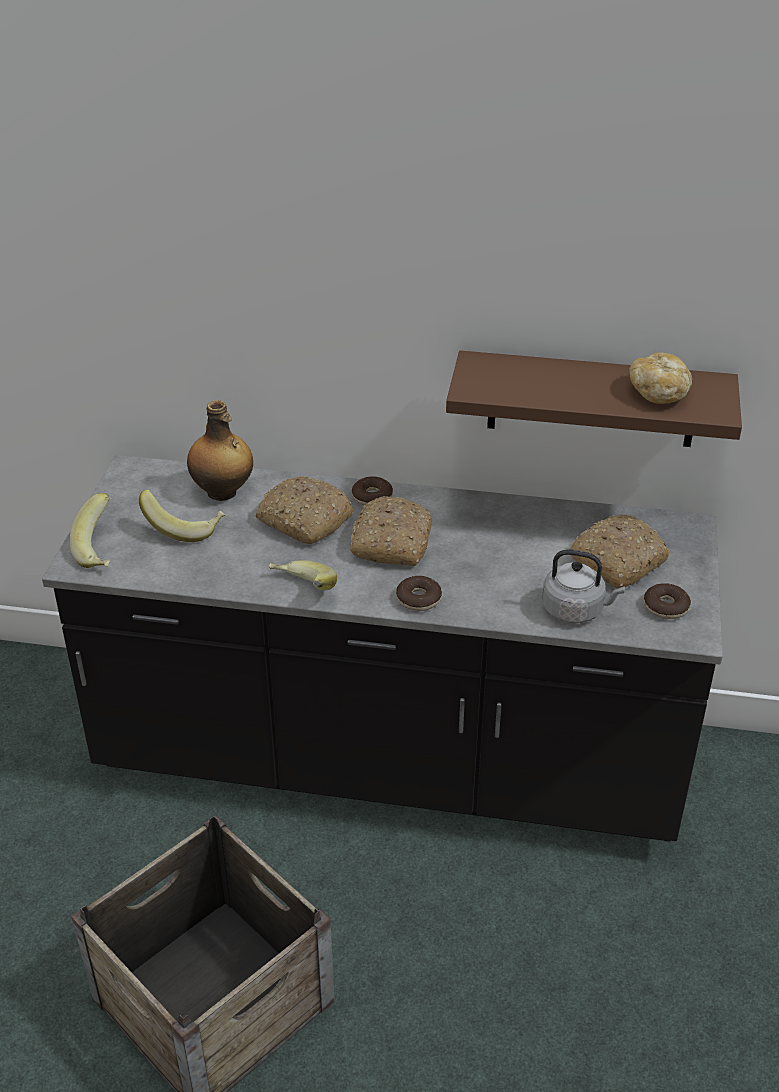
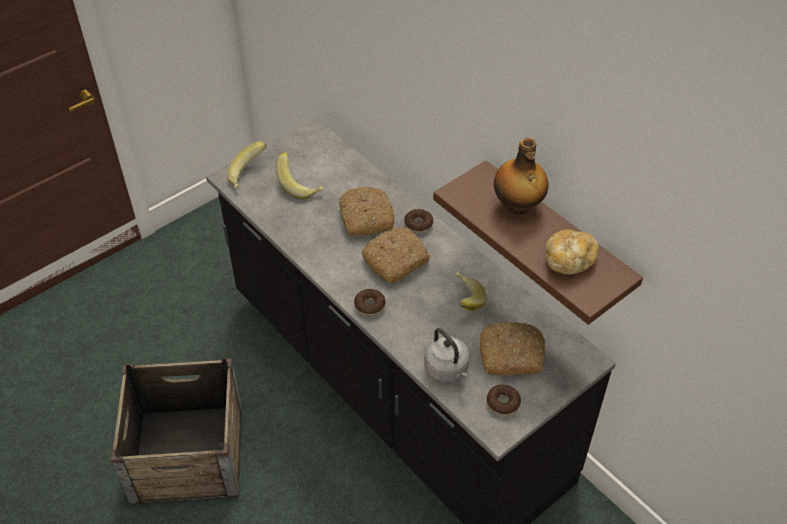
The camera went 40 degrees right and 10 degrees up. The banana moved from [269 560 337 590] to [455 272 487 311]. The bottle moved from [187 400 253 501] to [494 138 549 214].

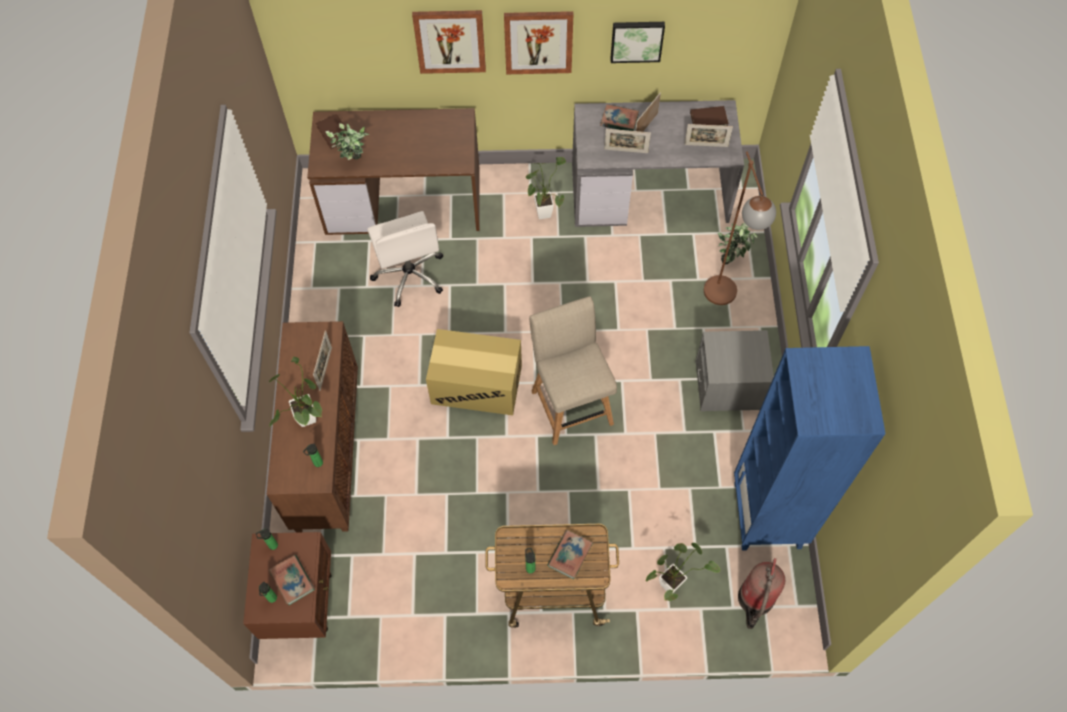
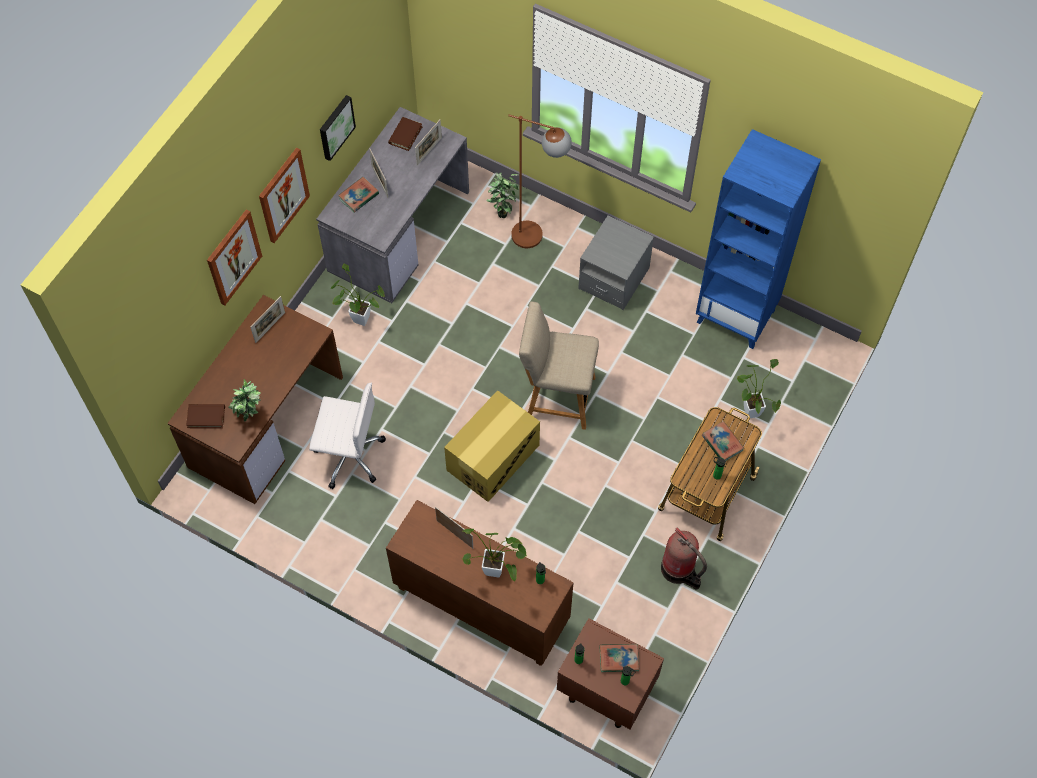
The camera went 60 degrees left and 0 degrees up. The picture frame moved from [604 129 651 153] to [251 296 285 343]. The fire extinguisher moved from [738 558 785 629] to [661 527 707 590].

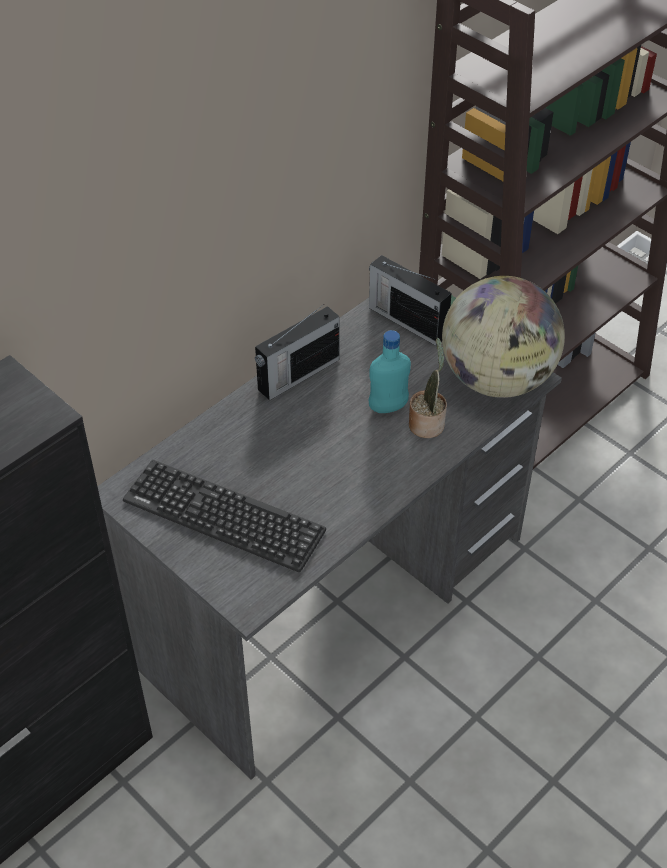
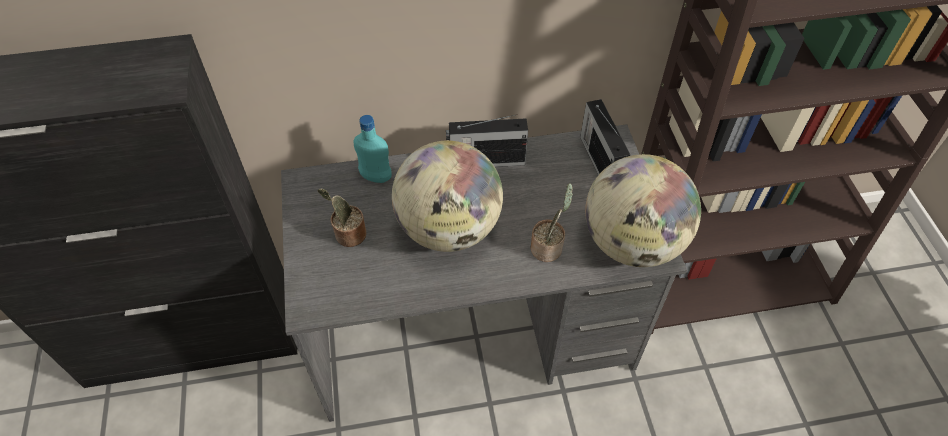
The camera went 35 degrees right and 5 degrees up. The keyboard at [123 460 326 572] was replaced by the potted plant at [317 188 366 247]. The turquoise bottle moved from [369 330 411 413] to [354 115 392 183]. The globe at [392 141 503 252] appeared.

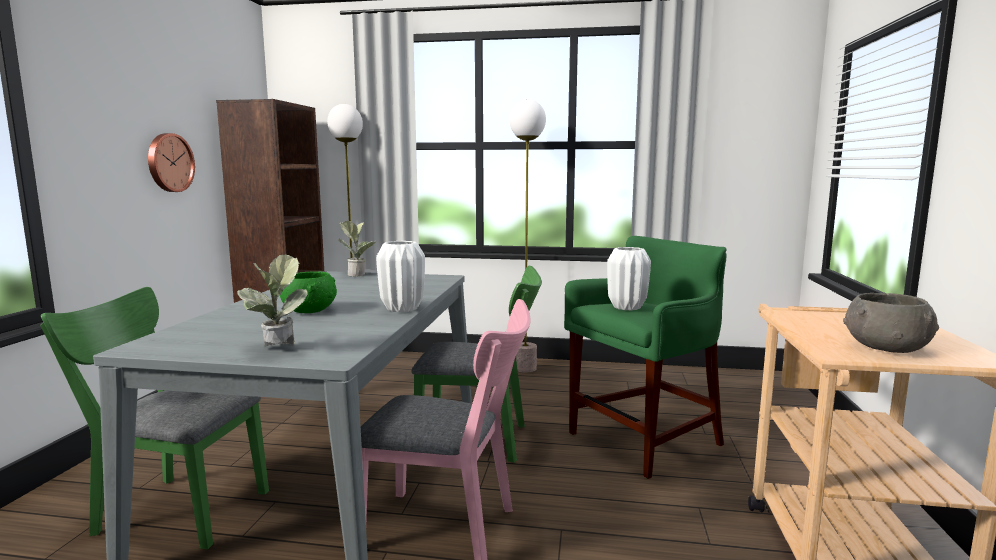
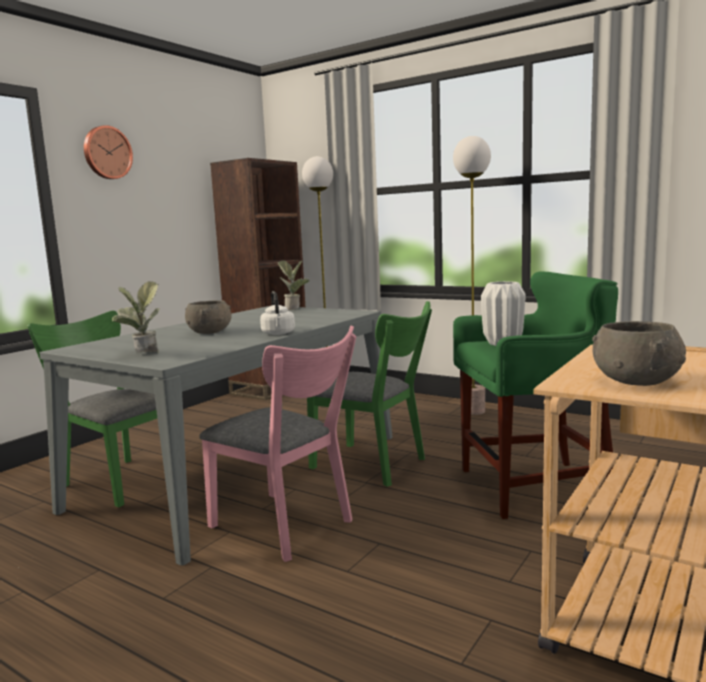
The camera went 25 degrees right and 0 degrees up. The wall clock moved from [148 133 195 192] to [84 125 133 179]. The green bowl at [280 272 337 313] became the grey bowl at [185 300 232 334]. The white vase at [376 241 425 312] was replaced by the white kettle at [260 291 295 335].

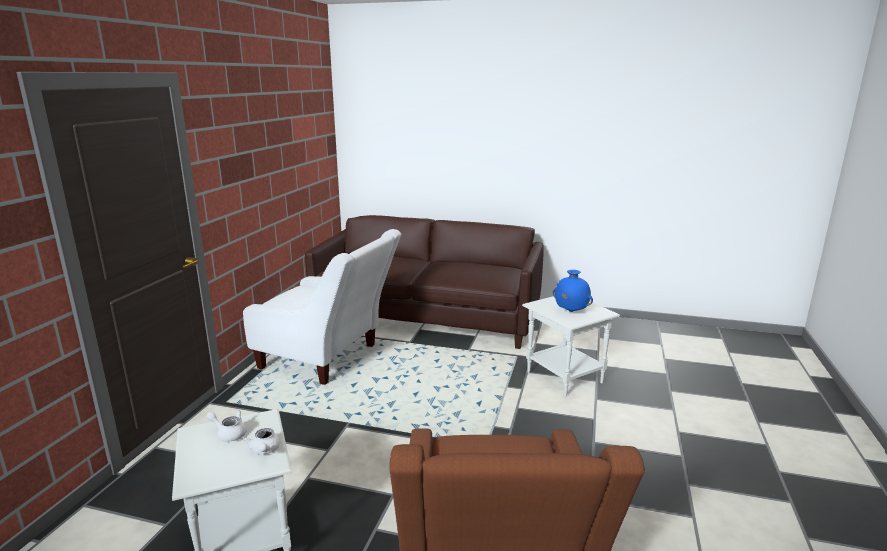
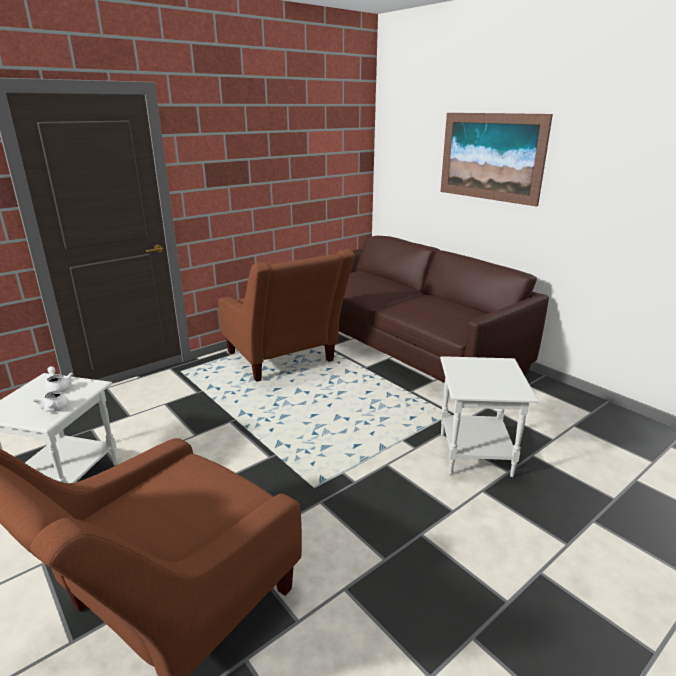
The camera went 35 degrees right and 5 degrees up. The white teapot at [243 428 280 454] turned 45 degrees counterclockwise. The white armchair at [243 229 401 385] became the brown armchair at [218 249 355 382]. The picture at [441 113 553 207] appeared. The blue vase at [553 270 593 312] disappeared.

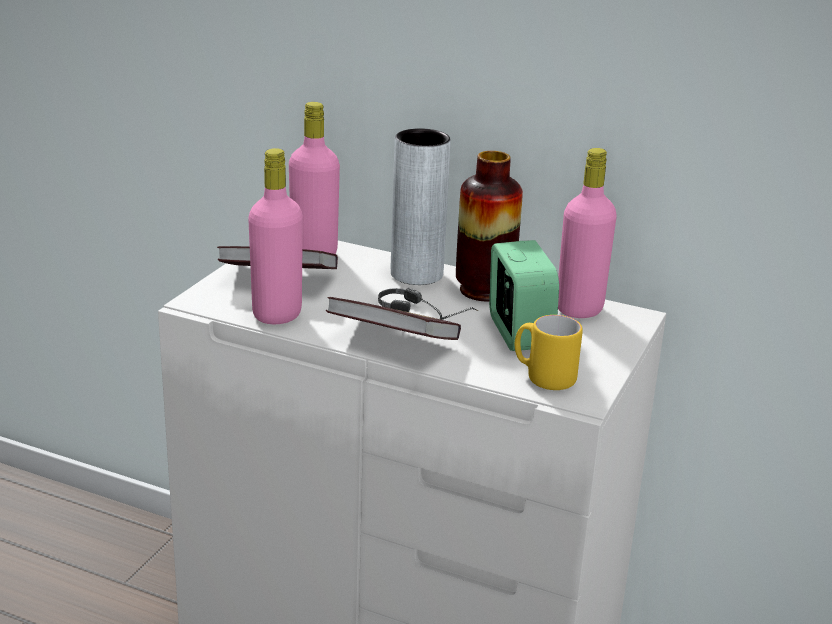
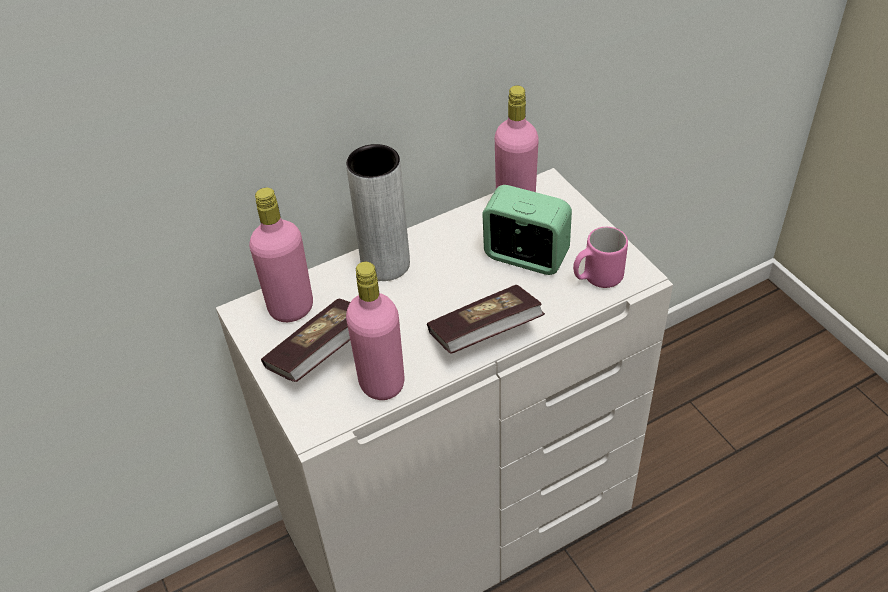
The camera went 50 degrees left and 20 degrees up. The yellow mug at [515 315 583 390] became the pink mug at [573 227 628 288]. The headphones at [378 288 478 320] disappeared. The vase at [456 151 523 302] disappeared.

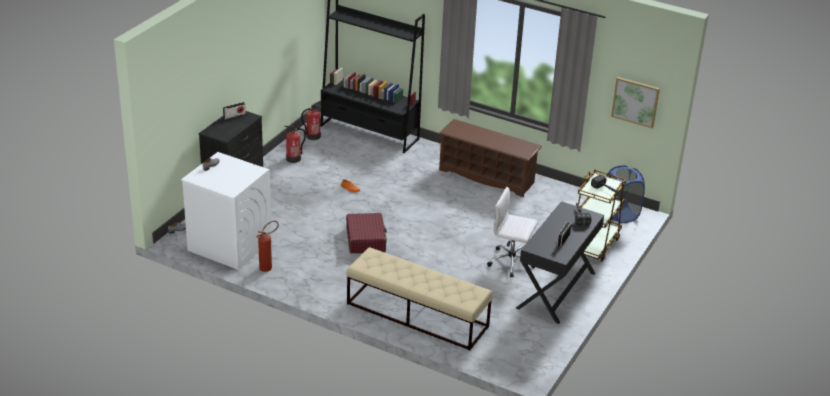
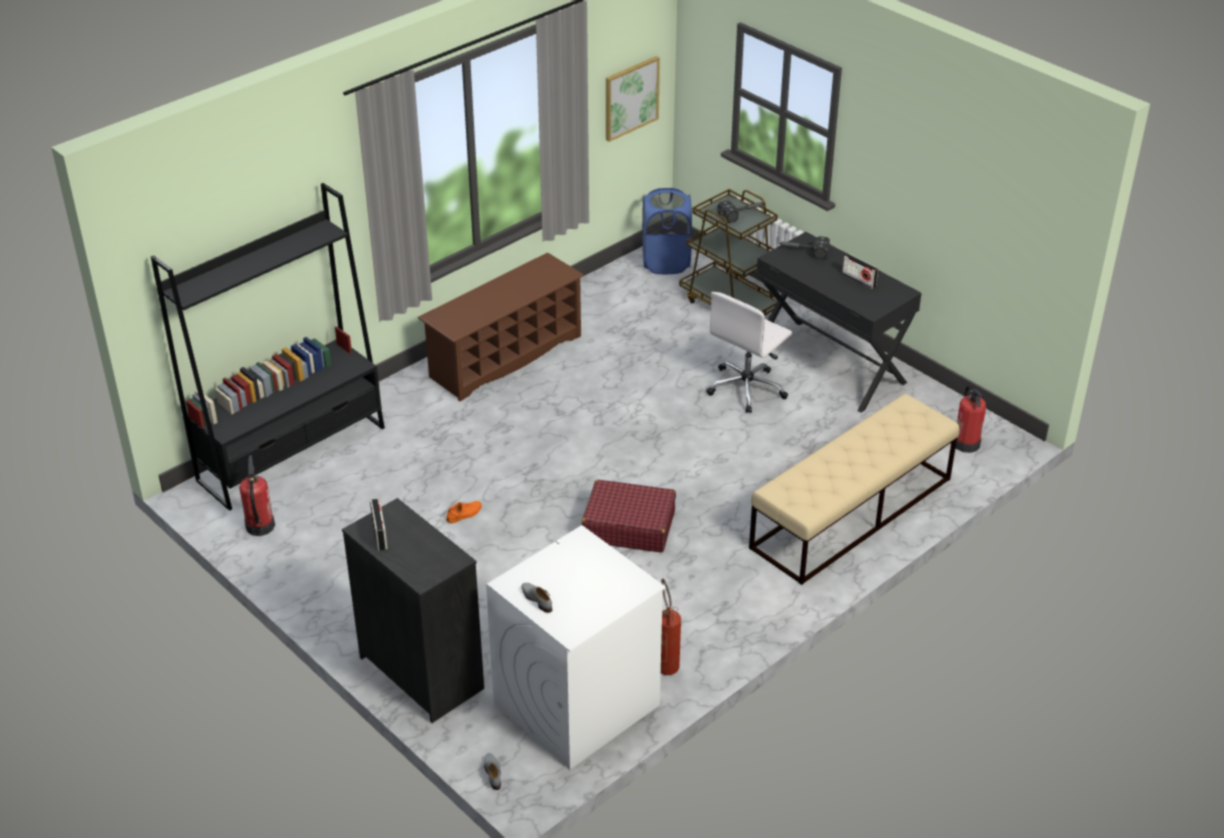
The camera went 70 degrees left and 5 degrees up. The fire extinguisher moved from [284 126 306 163] to [956 385 986 453].

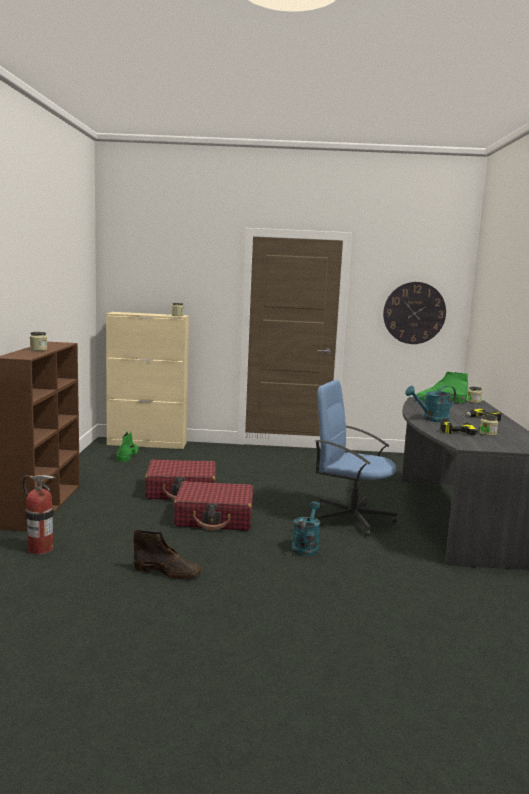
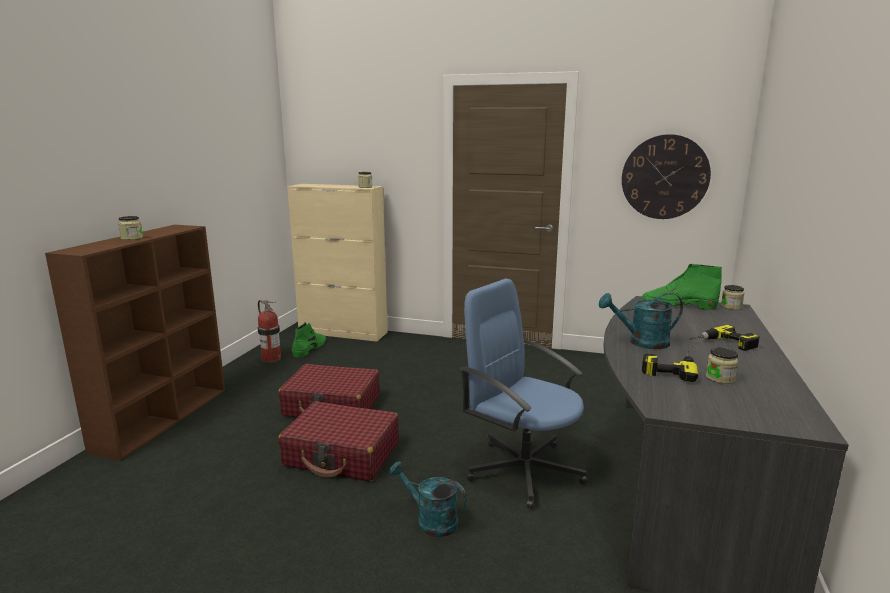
The camera went 15 degrees right and 5 degrees up. The fire extinguisher moved from [23 475 56 555] to [258 300 281 362]. The turquoise watering can at [291 501 320 556] turned 90 degrees counterclockwise. The brown boot at [133 530 202 579] disappeared.

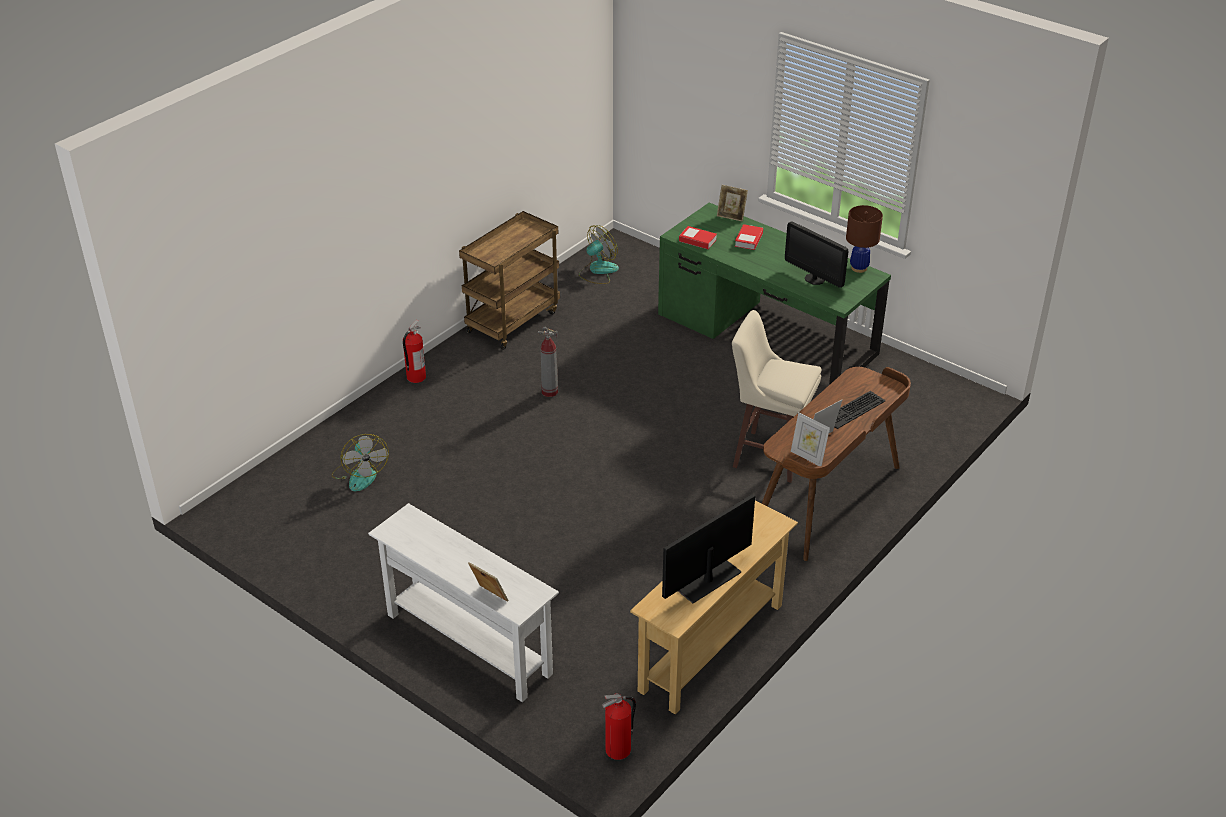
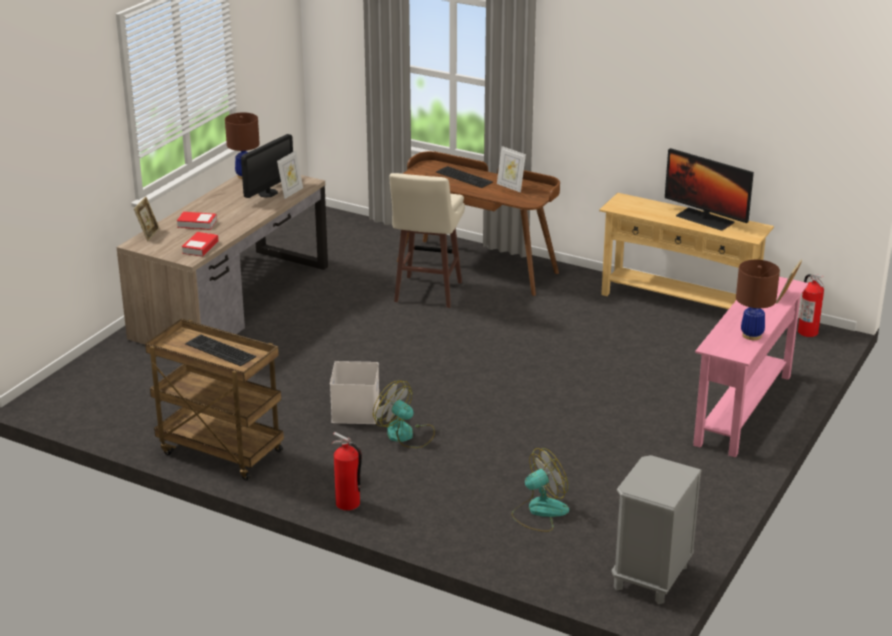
The camera went 100 degrees left and 10 degrees down. The green desk at [658 202 891 385] became the brown desk at [116 175 328 345]. The keyboard at [185 335 256 366] appeared. The picture frame moved from [791 412 830 466] to [277 151 303 199]. The fire extinguisher at [538 327 558 397] was replaced by the white storage box at [330 361 380 424]. The fan moved from [579 225 619 284] to [373 381 435 448]. The grey nightstand at [611 455 702 604] appeared. The white console table at [368 503 559 702] became the pink console table at [693 277 808 457]. The brown table lamp at [736 260 780 340] appeared.

